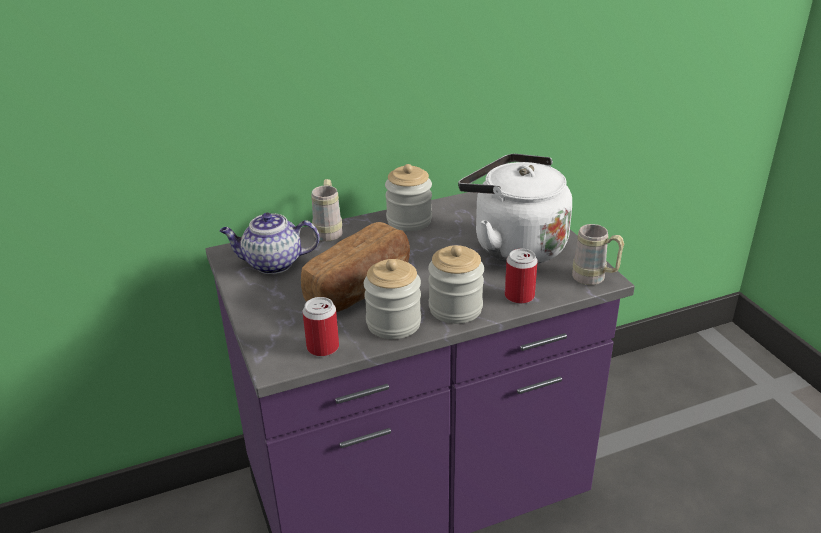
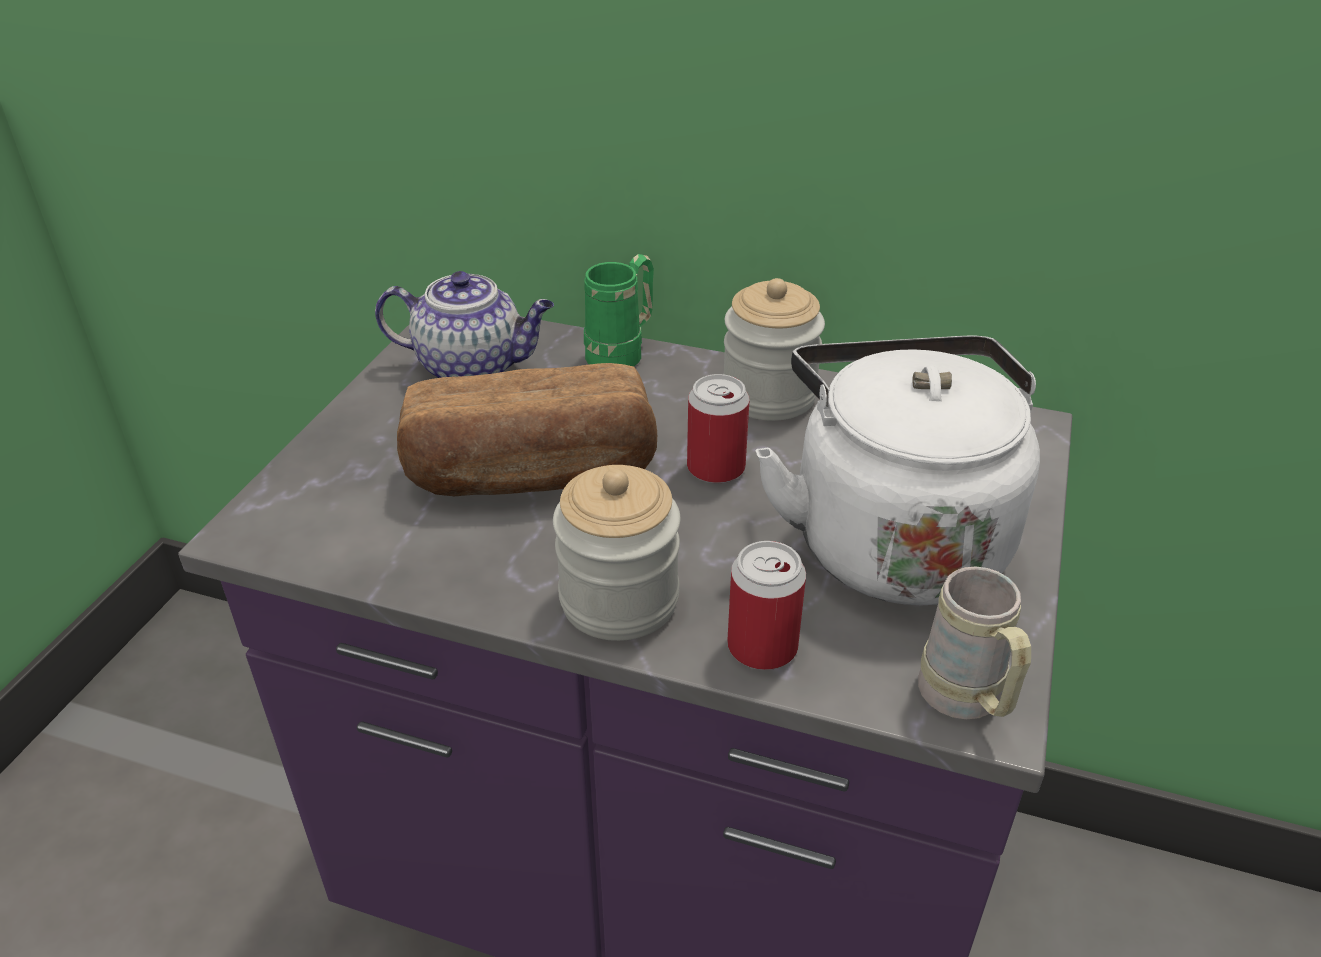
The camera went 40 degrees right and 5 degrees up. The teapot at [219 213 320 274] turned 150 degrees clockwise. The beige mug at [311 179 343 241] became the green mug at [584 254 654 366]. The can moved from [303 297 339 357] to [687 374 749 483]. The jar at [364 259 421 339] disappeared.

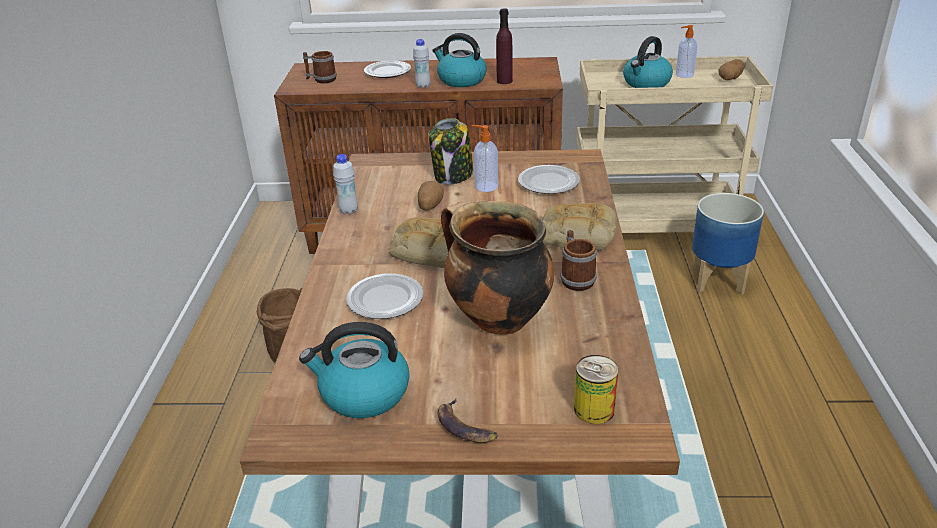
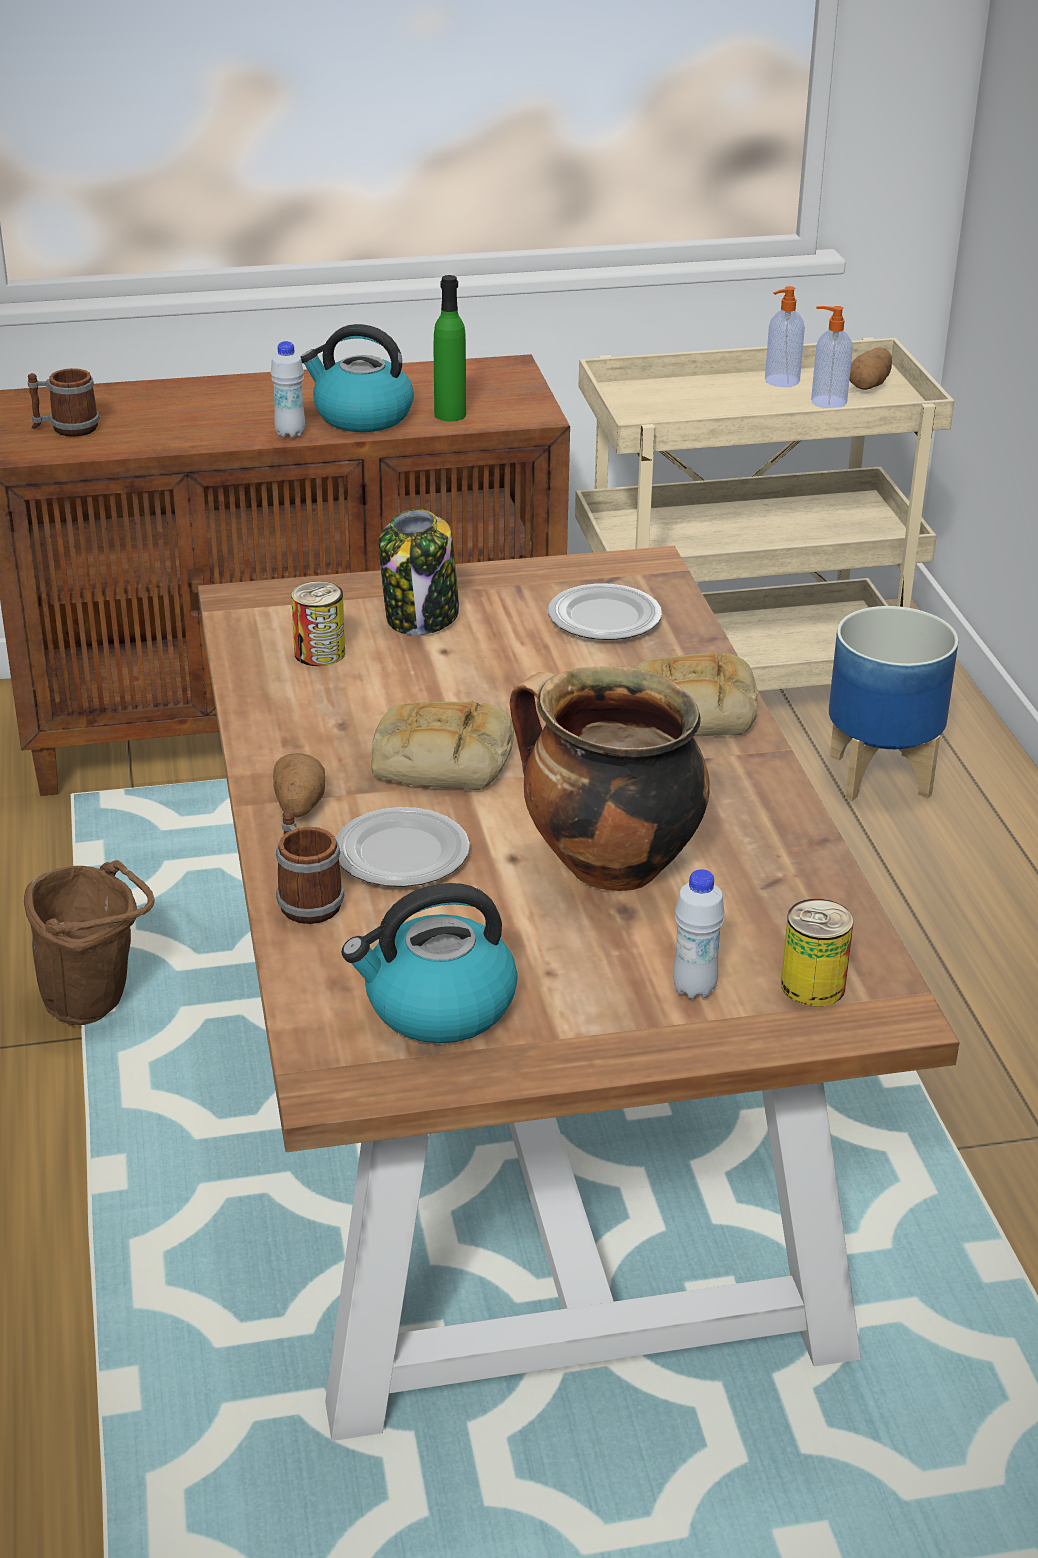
The camera went 15 degrees left and 0 degrees up. The potato moved from [418 181 444 211] to [273 753 325 818]. The mug moved from [560 230 597 291] to [276 811 344 924]. The can at [291 581 345 666] appeared. The purple bottle at [496 8 513 84] became the green bottle at [434 275 466 421]. The white bottle moved from [333 154 358 214] to [673 869 725 999]. The soap dispenser moved from [471 125 498 192] to [811 306 853 408]. The plate at [364 61 411 78] disappeared. The banana at [438 398 498 443] disappeared. The kettle at [623 36 673 88] disappeared.

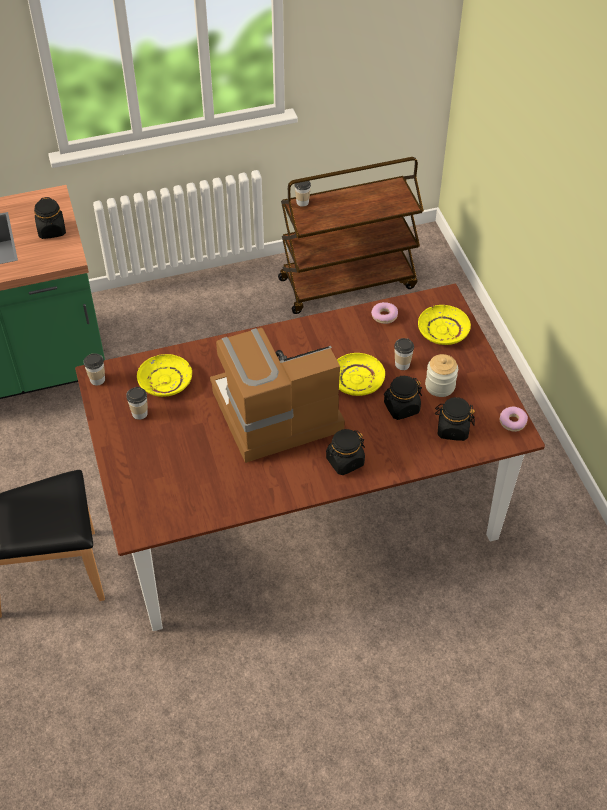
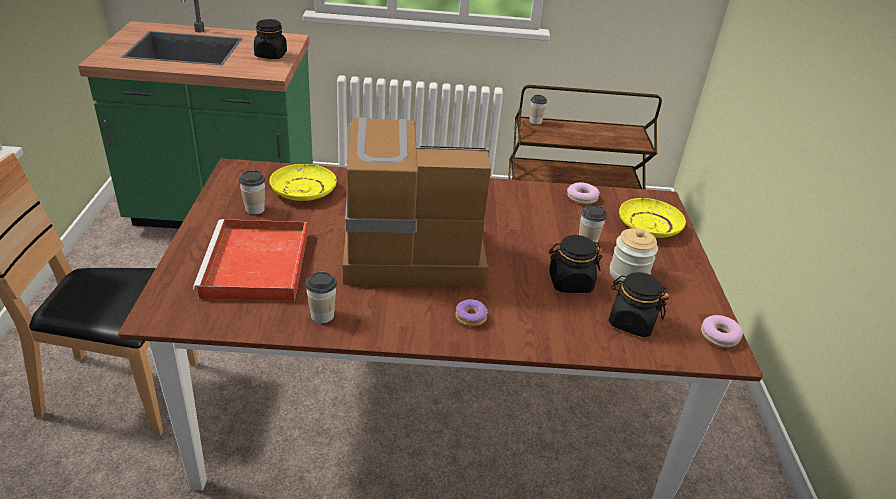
The camera went 15 degrees right and 15 degrees down. The red tray at [193 219 308 301] appeared. The cup moved from [84 353 105 386] to [306 272 337 323]. The black jar at [326 429 365 475] was replaced by the donut at [456 299 488 326]. The yellow plate at [337 353 385 396] disappeared.

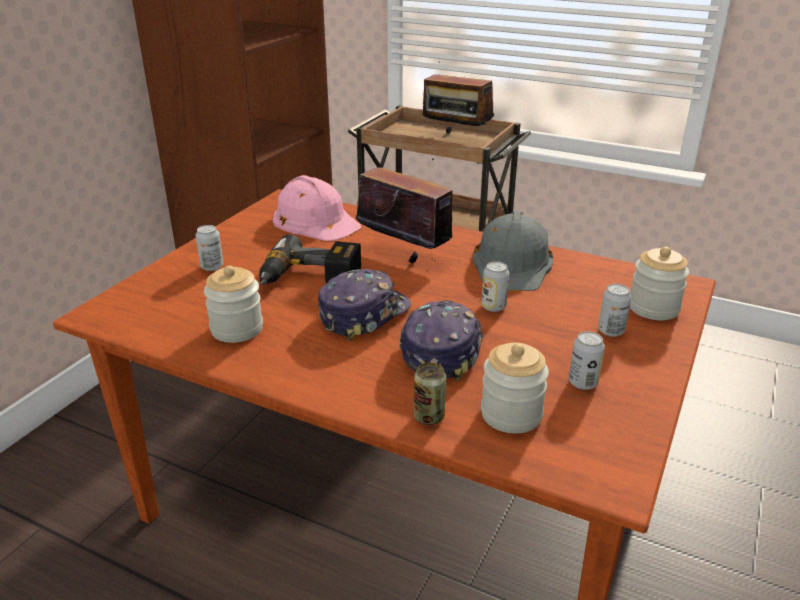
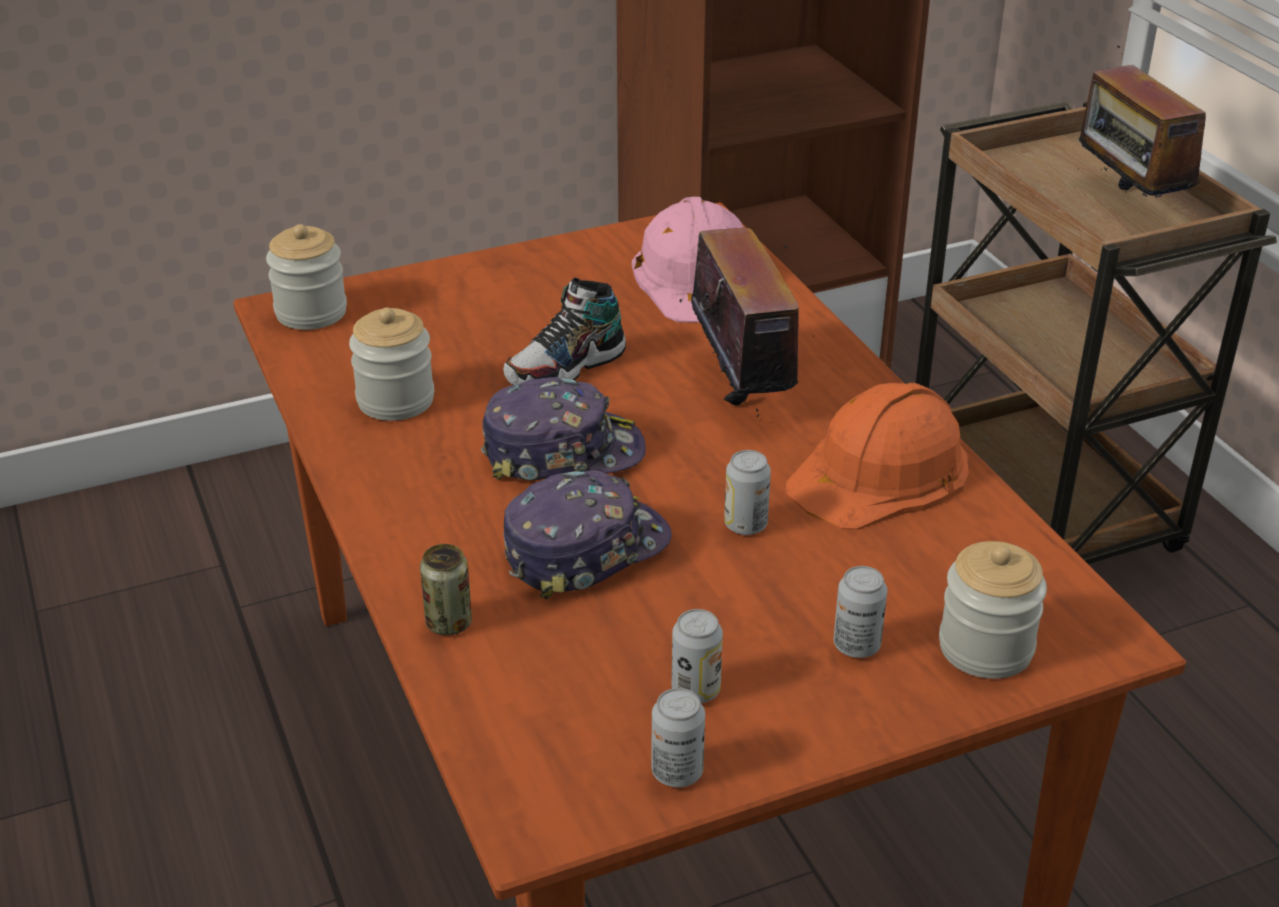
The camera went 40 degrees right and 5 degrees up. The jar moved from [481 343 549 433] to [266 224 347 330]. The power drill at [259 234 361 285] was replaced by the shoe at [503 278 626 385]. The can moved from [195 225 223 271] to [651 688 705 787]. The grey hard hat at [473 211 553 291] became the orange hard hat at [785 383 969 530].

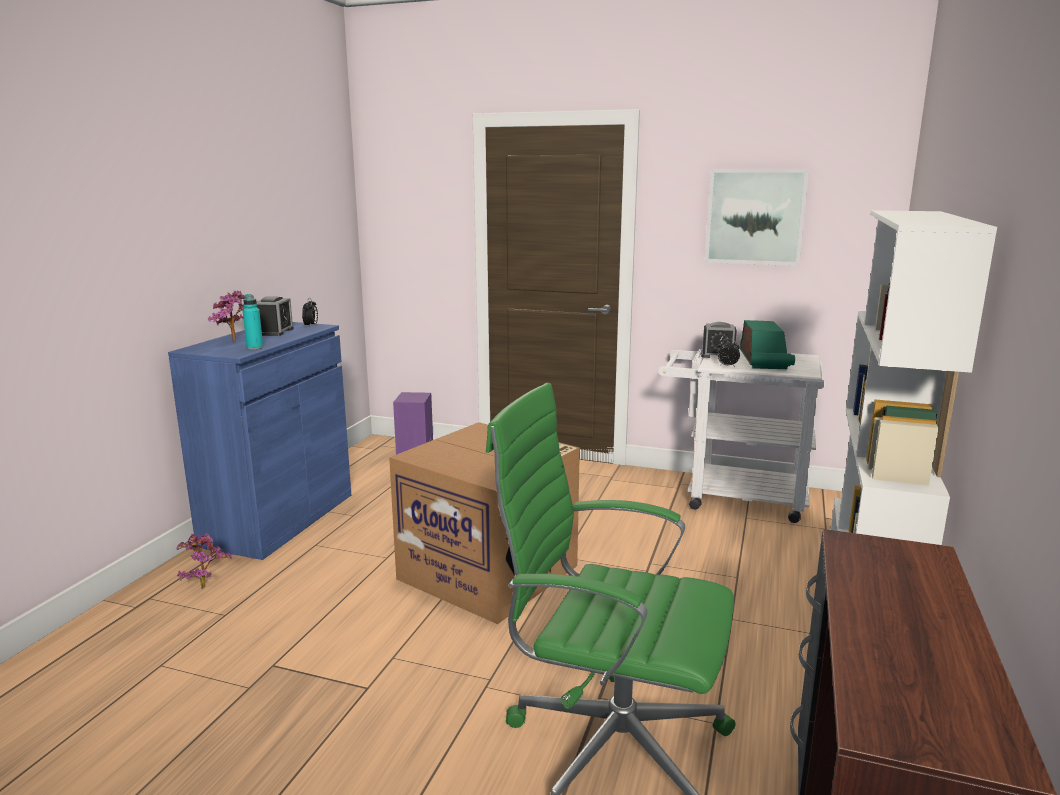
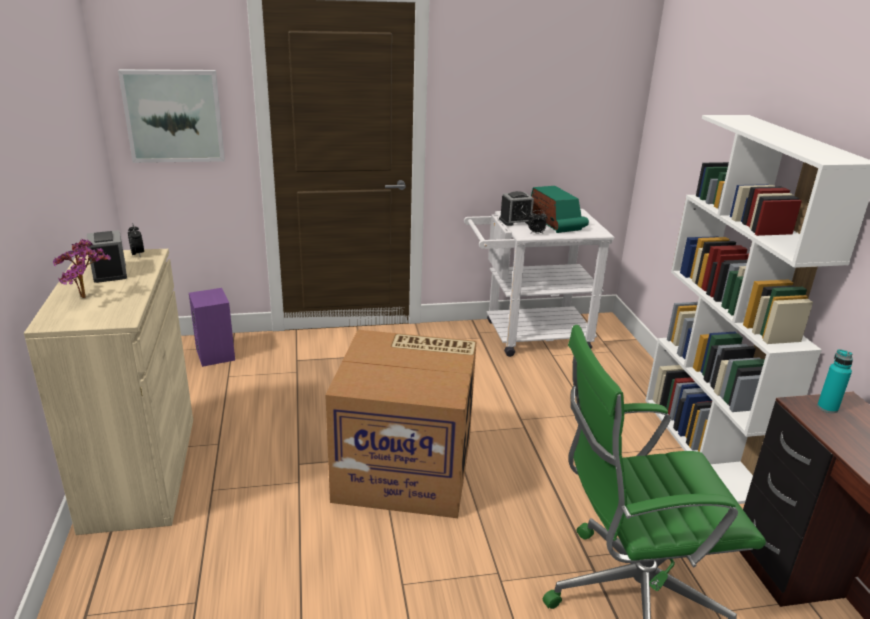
The camera went 30 degrees left and 10 degrees up. The blue cabinet at [168 322 351 560] became the beige cabinet at [24 249 193 535]. The picture moved from [704 169 809 266] to [118 69 225 163]. The turquoise bottle moved from [243 294 263 350] to [817 349 853 413]. The potted plant at [177 533 232 589] disappeared.

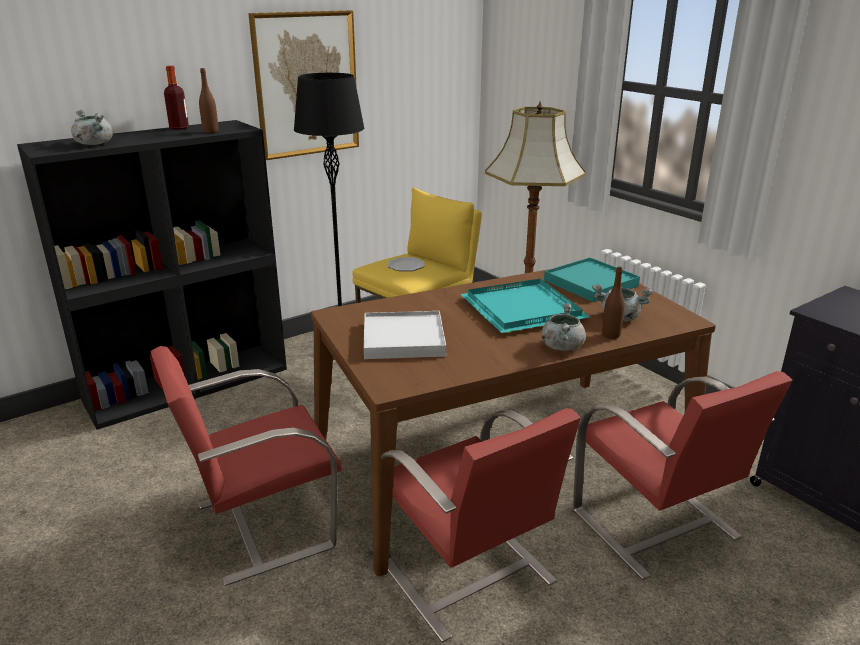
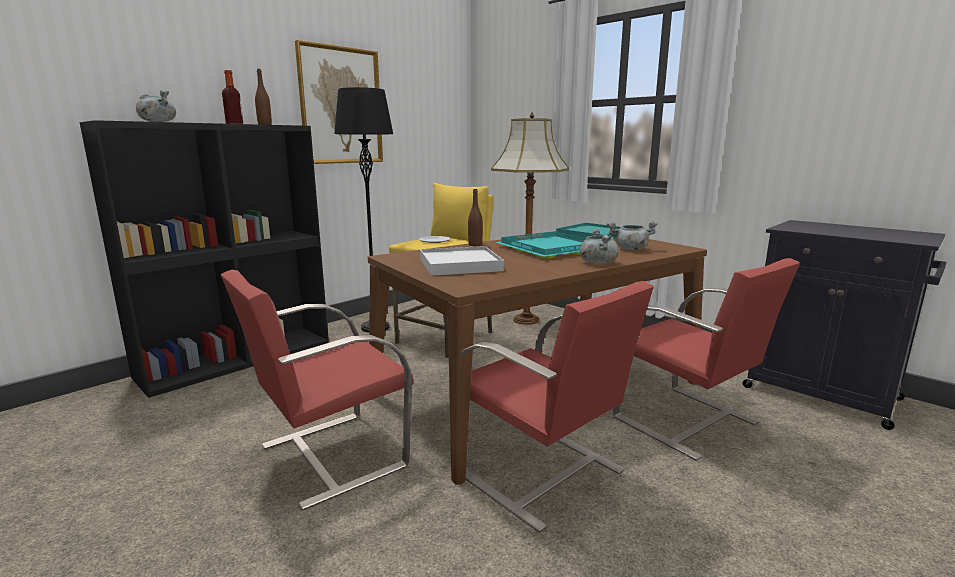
The camera went 10 degrees left and 10 degrees down. The brown bottle moved from [602 266 625 339] to [468 189 483 246].

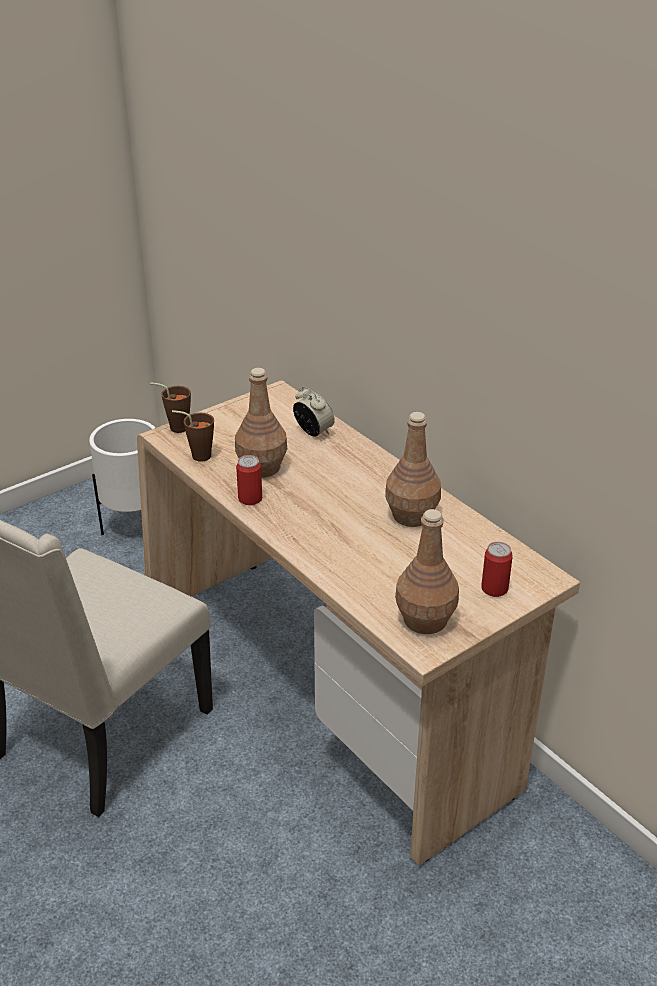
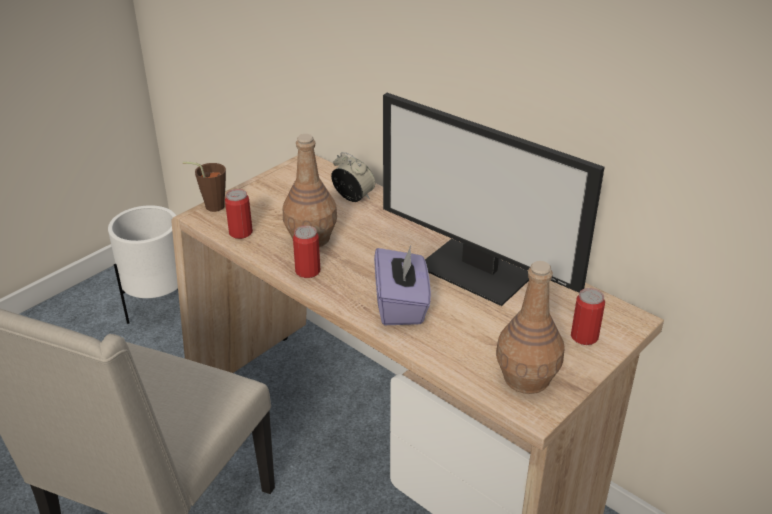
The camera went 10 degrees left and 0 degrees up. The brown cup at [172 410 214 462] was replaced by the can at [225 189 253 239]. The purple tissue box at [374 246 431 325] appeared. The brown bottle at [385 412 441 527] was replaced by the monitor at [383 93 605 306].

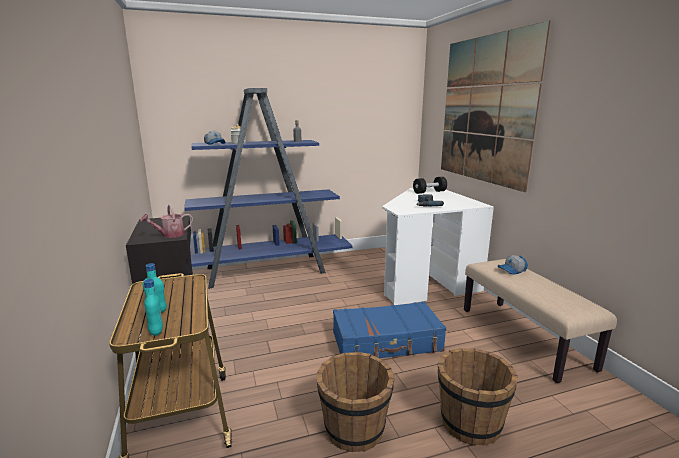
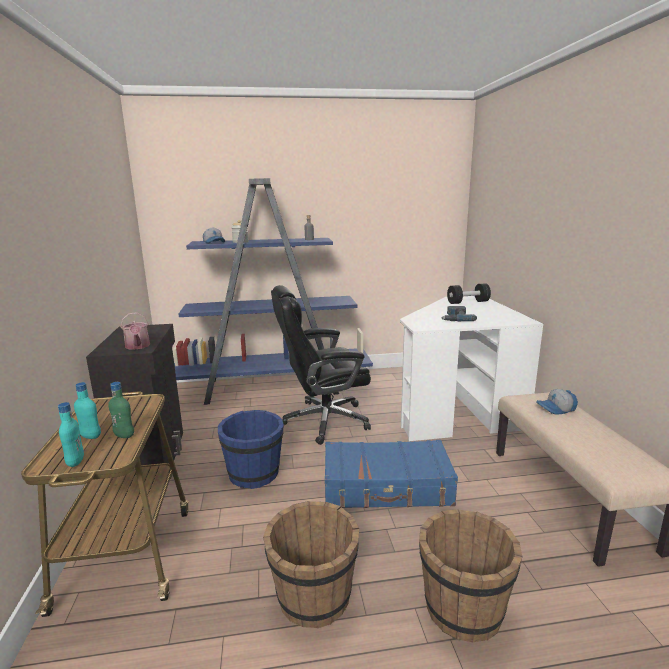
The camera went 10 degrees right and 0 degrees up. The green bottle at [108 382 134 438] appeared. The watering can at [140 204 193 238] turned 90 degrees counterclockwise. The blue bucket at [218 410 284 489] appeared. The black office chair at [271 285 371 445] appeared. The picture at [441 21 551 192] disappeared.

